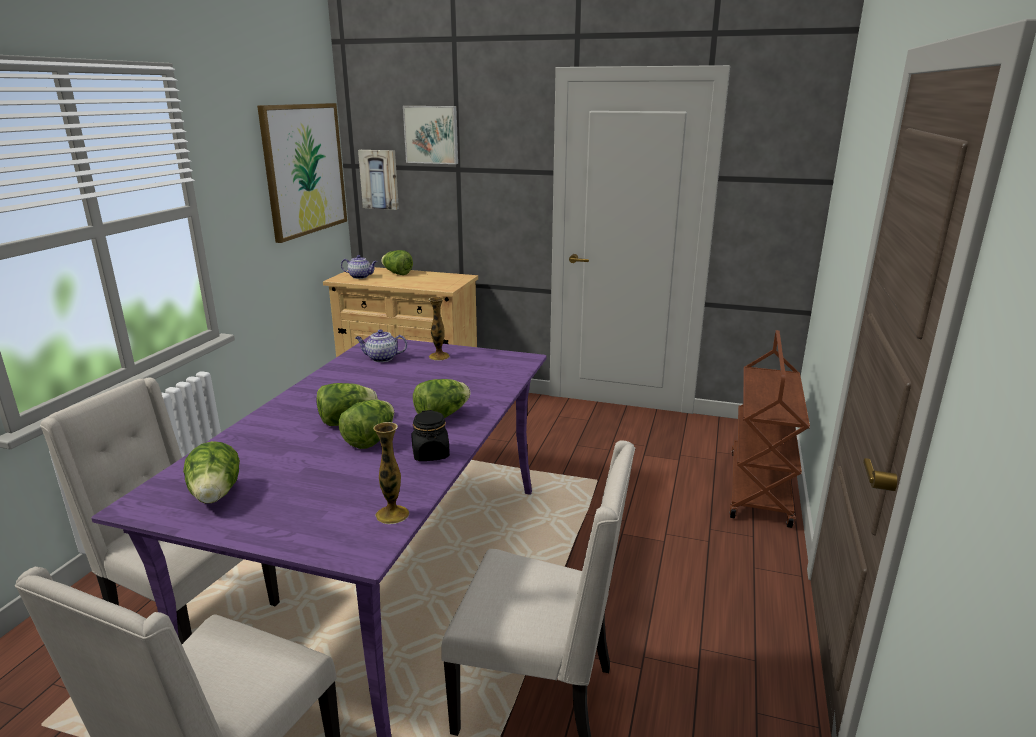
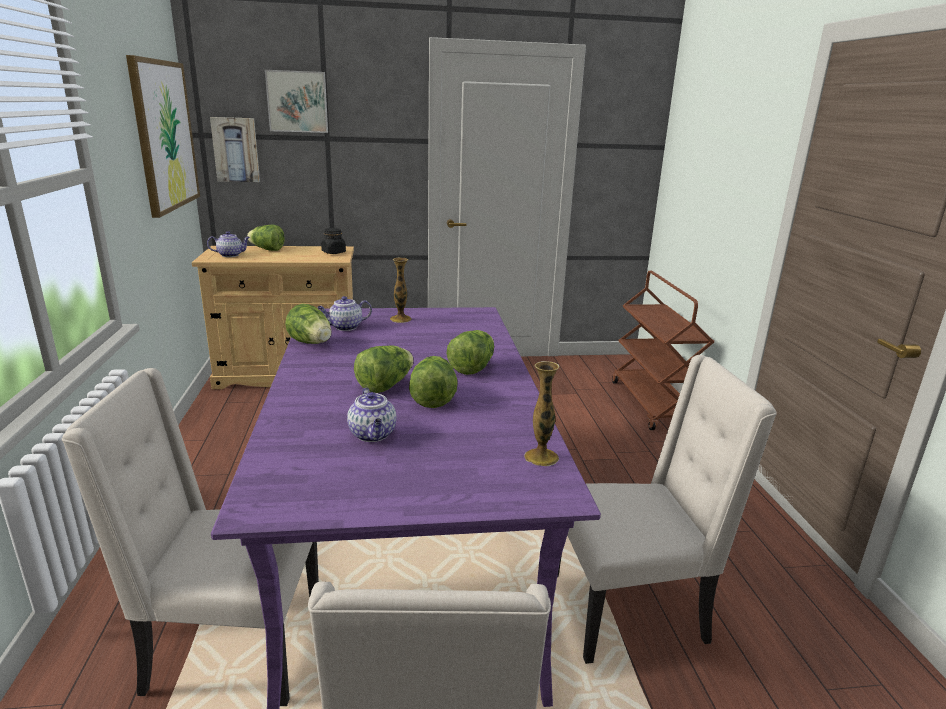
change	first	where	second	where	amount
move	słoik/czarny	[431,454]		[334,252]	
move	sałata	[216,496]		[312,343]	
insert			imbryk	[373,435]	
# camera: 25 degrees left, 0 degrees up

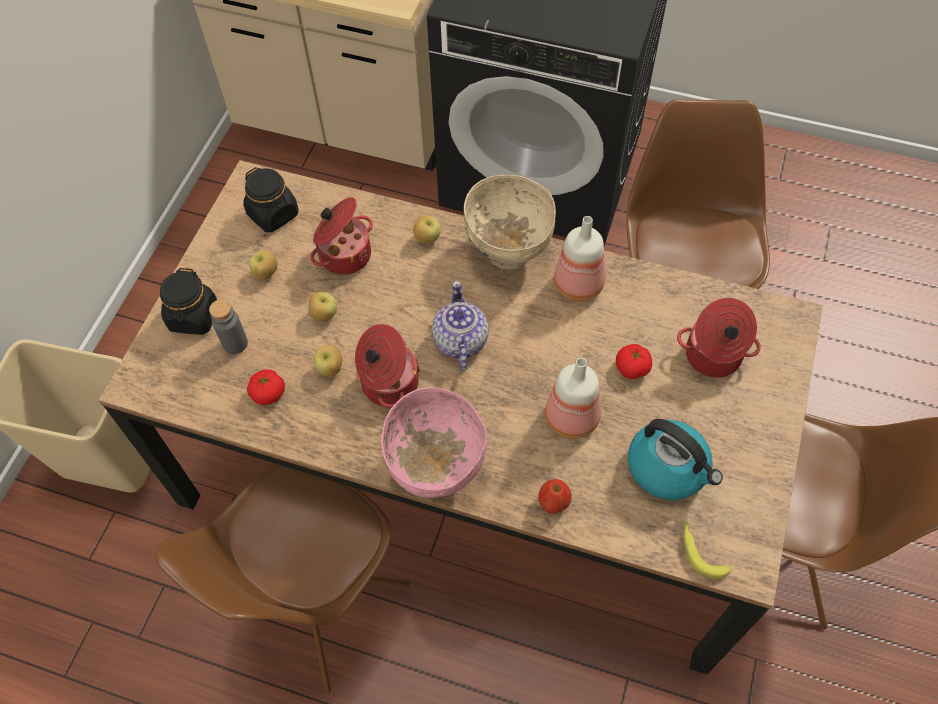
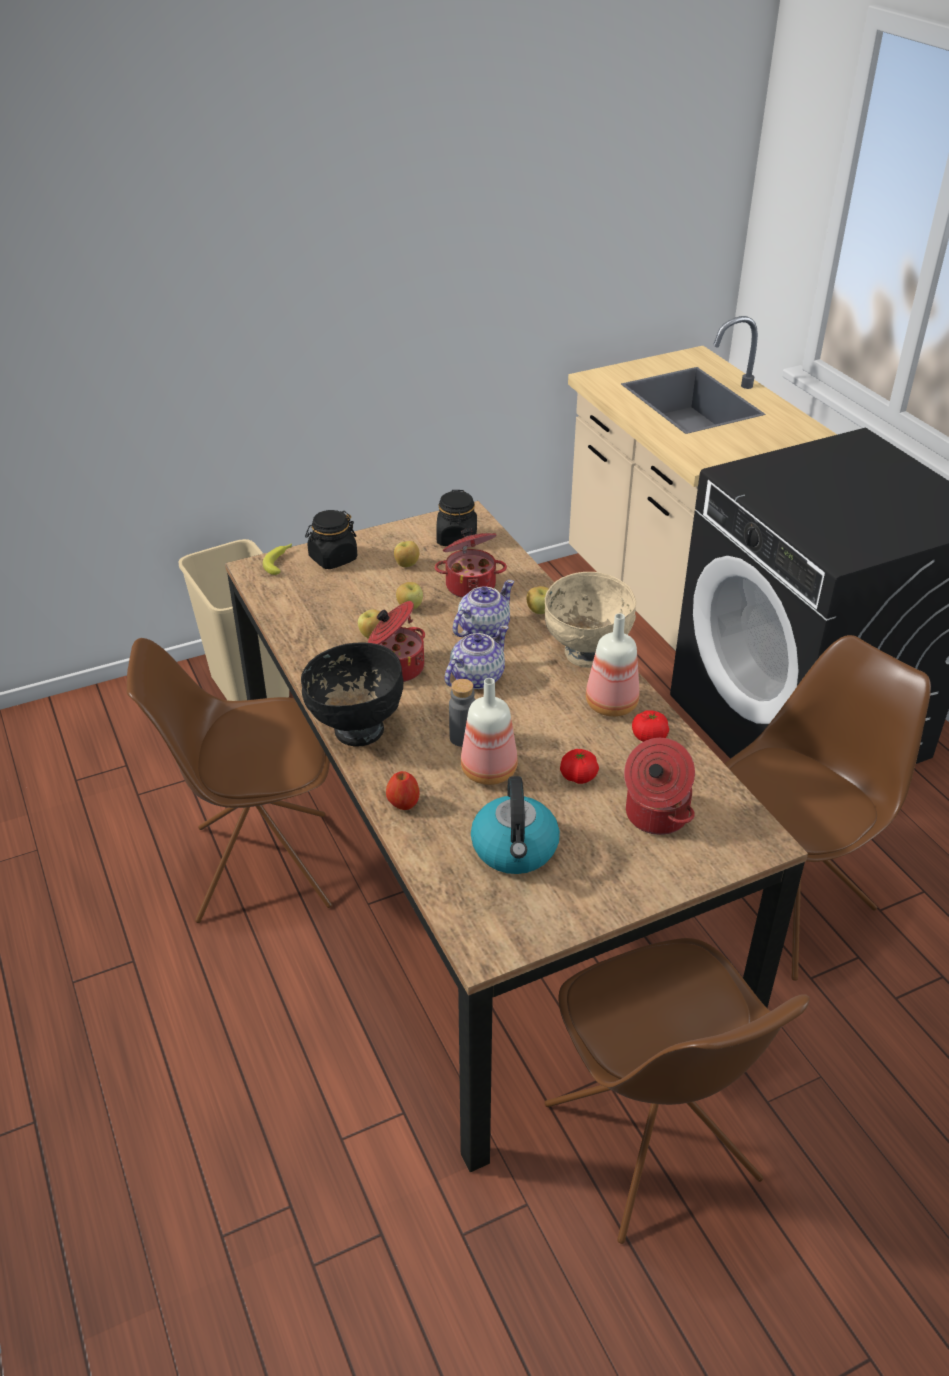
change	first	where	second	where	amount
move	butelka/szary	[235,343]		[462,738]	
move	pomidor	[268,393]		[649,737]	
recolor	miska/różowy	[436,469]	miska/czarny	[357,730]	
move	banan	[700,551]		[280,562]	
insert			imbryk	[482,629]	
# camera: 45 degrees right, 20 degrees down

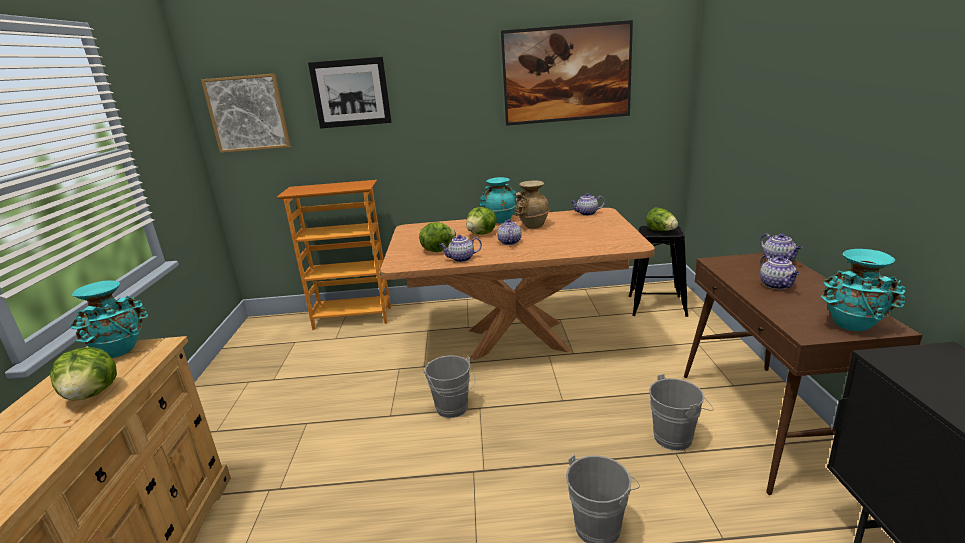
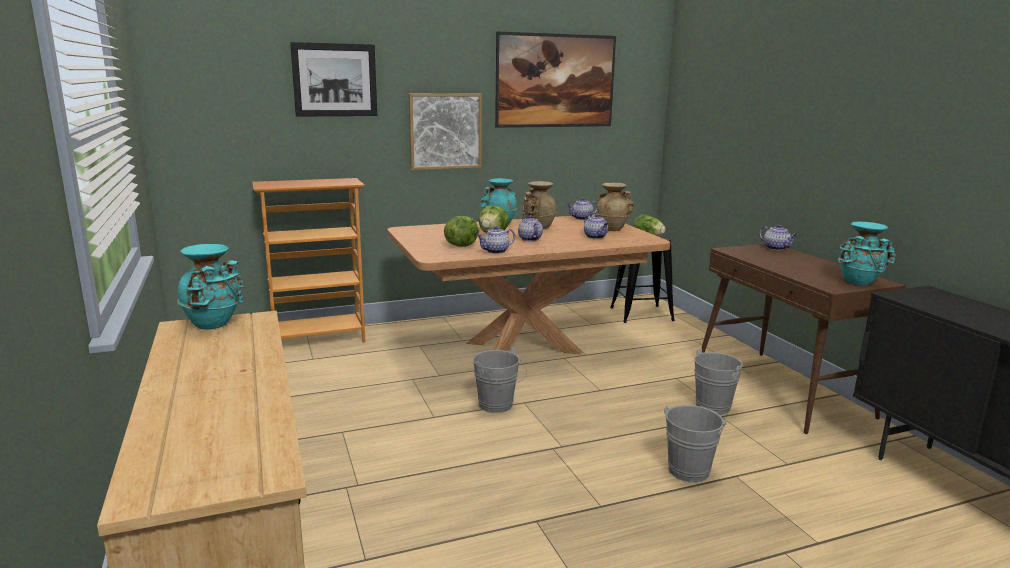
change	first	where	second	where	amount
move	obraz	[248,113]		[445,131]	
move	imbryk	[777,285]		[595,237]	
delete	sałata	[93,394]			
insert			wazon/beżowy	[612,229]	
# camera: 20 degrees left, 5 degrees down

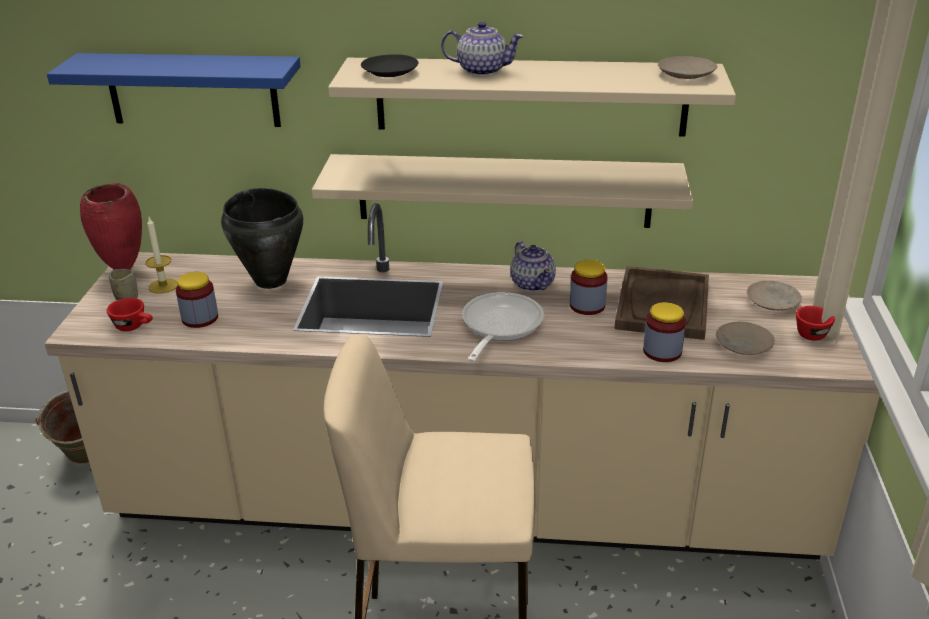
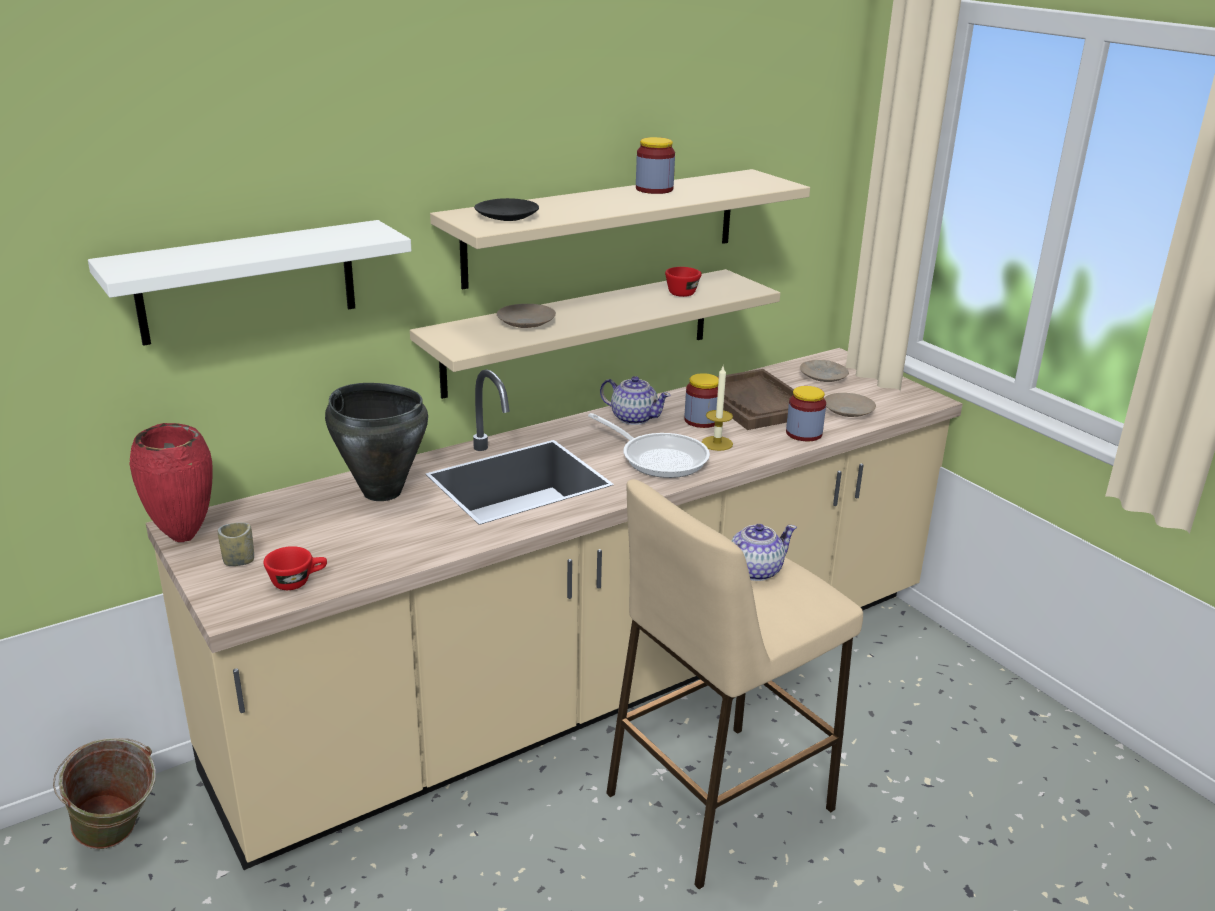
change	first	where	second	where	amount
move	imbryk	[481,70]		[754,571]	
recolor	półka/niebieski	[193,90]	półka/biały	[247,282]	
move	talerz/beżowy	[686,74]		[526,322]	
move	świeca	[163,286]		[717,443]	
move	słoik	[200,318]		[654,189]	
rotate	patelnia	[499,327]		[659,458]	150 degrees clockwise
move	filiżanka/czerwony	[816,334]		[684,292]	
# camera: 40 degrees left, 5 degrees down

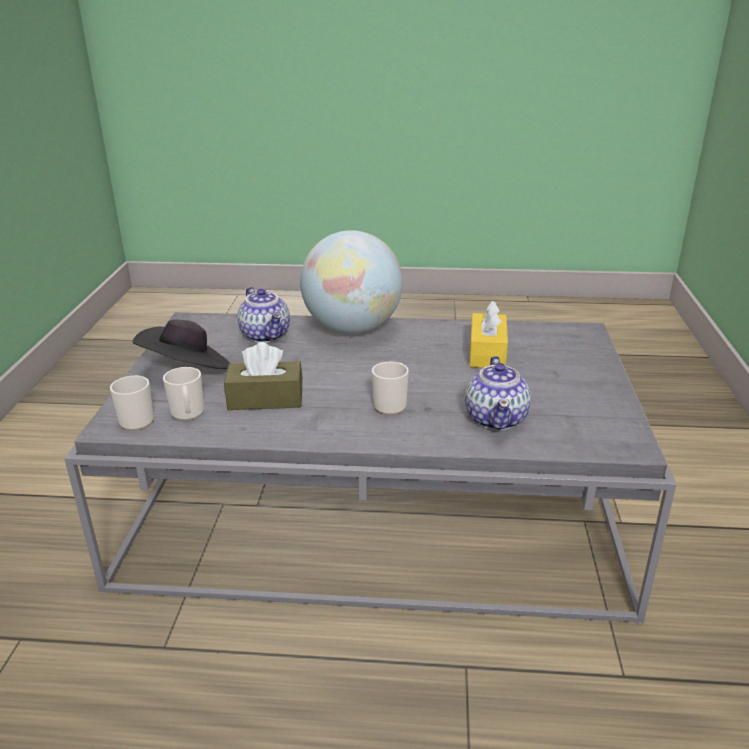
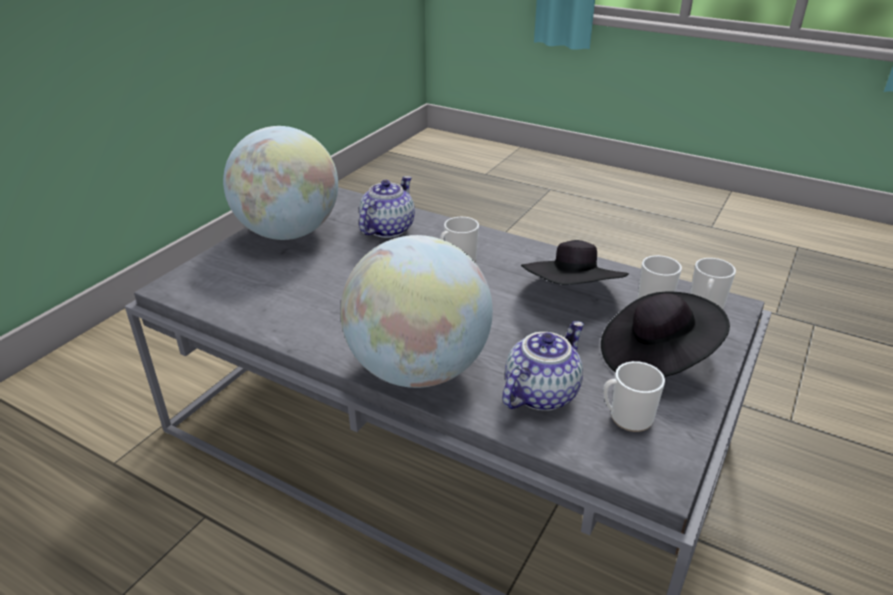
change	first	where	second	where	amount
rotate	imbryk	[267,335]		[540,393]	45 degrees clockwise
delete	pudełko chusteczek/żółty	[487,353]			
replace	pudełko chusteczek/brązowy	[265,399]	kapelusz/czarny	[572,295]	
insert			globus	[288,233]	
insert			kubek	[626,417]	
# camera: 155 degrees left, 5 degrees up

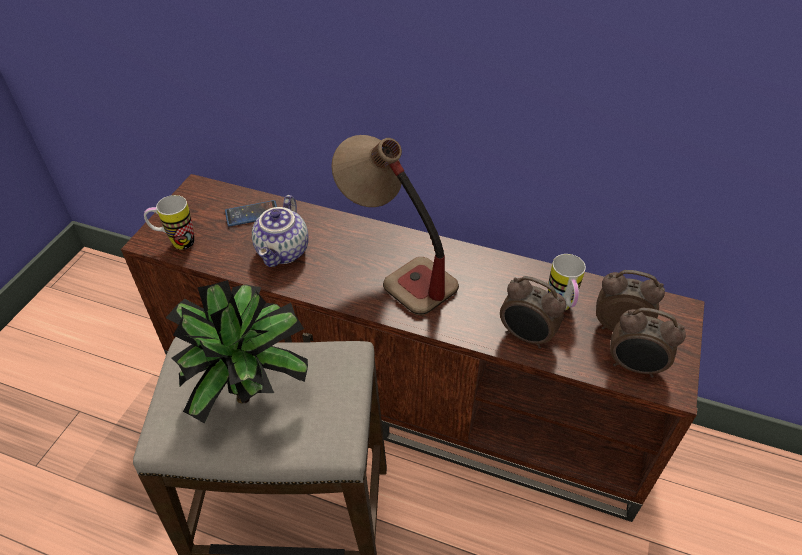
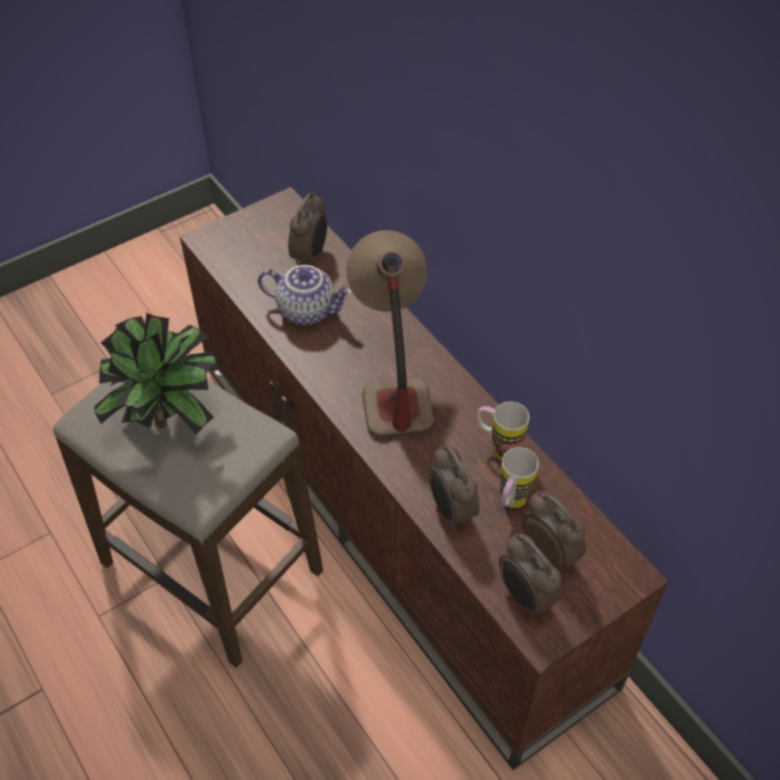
change	first	where	second	where	amount
move	kubek	[176,243]		[498,448]	
rotate	imbryk	[284,252]		[307,310]	120 degrees counterclockwise
replace	telefon	[252,214]	budzik	[310,256]	
# camera: 35 degrees right, 5 degrees up

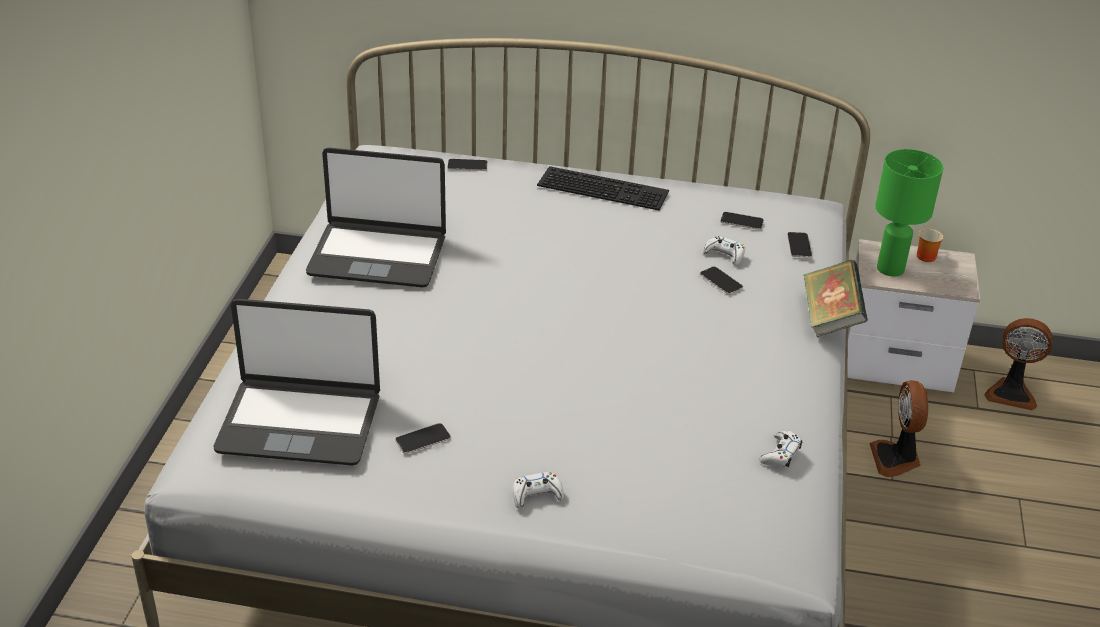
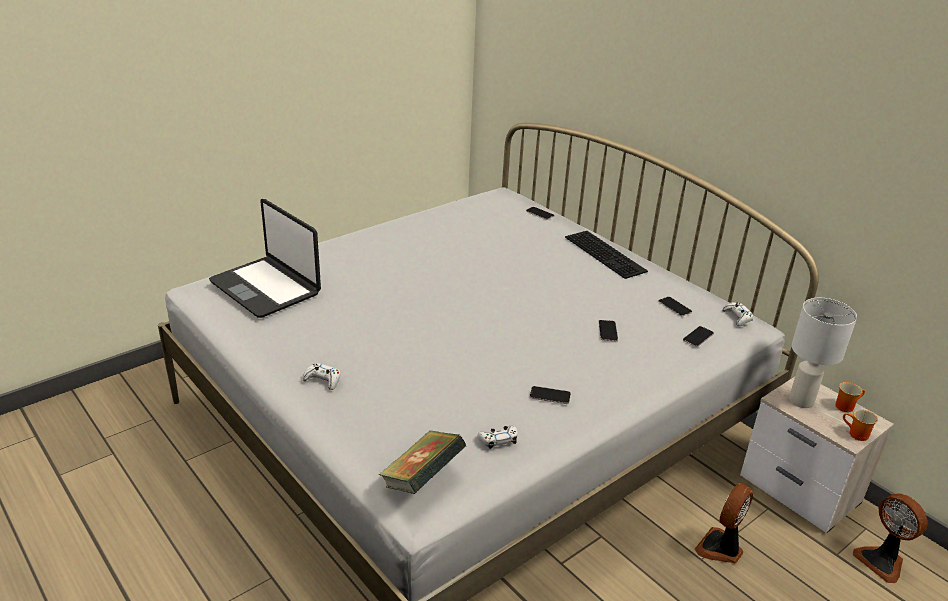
change	first	where	second	where	amount
delete	laptop	[378,255]			
recolor	lampa stołowa/zielony	[890,269]	lampa stołowa/biały	[801,401]	
move	pad do gier/biały	[724,255]		[737,317]	
move	książka	[830,318]		[422,479]	
move	telefon	[423,439]		[550,395]	
insert			kubek	[856,435]	
# camera: 40 degrees right, 5 degrees down

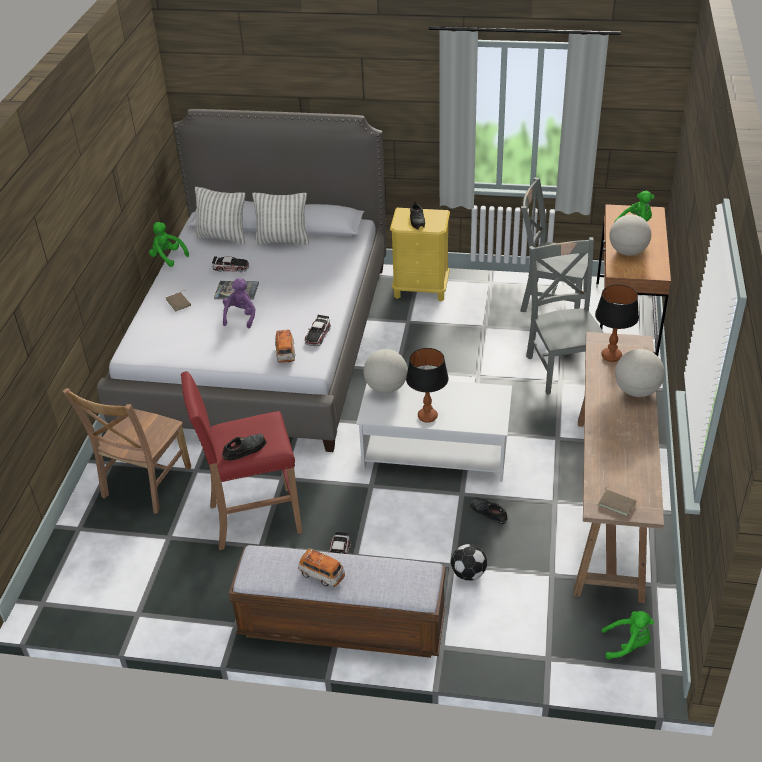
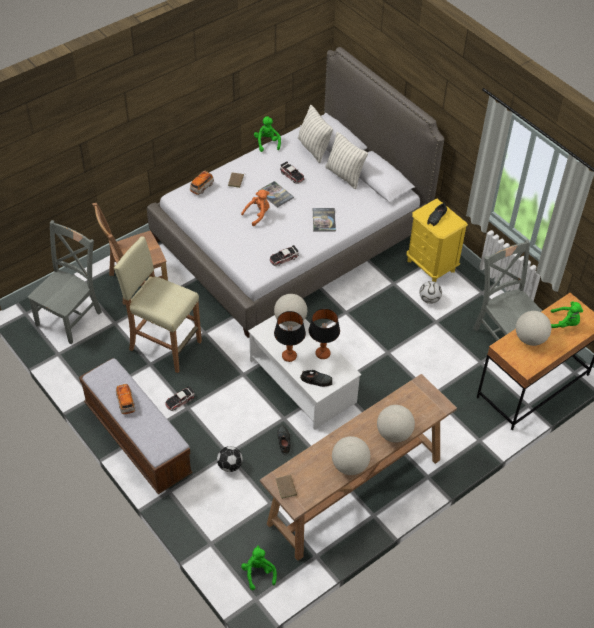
change	first	where	second	where	amount
move	krzesło/szary	[562,368]		[71,317]	
recolor	pluszak/fioletowy	[240,316]	pluszak/pomarańczowy	[258,214]	
move	lampa stołowa	[611,356]		[323,354]	
move	samochodzik	[285,354]		[202,187]	
recolor	stołek/czerwony	[254,518]	stołek/beżowy	[164,345]	
move	but/czarny	[245,449]		[316,380]	
rotate	pluszak/zielony	[627,644]		[258,573]	150 degrees counterclockwise
insert			książka	[324,220]	
insert			piłka futbolowa	[429,299]	
insert			globus	[350,465]	
# camera: 40 degrees right, 10 degrees up

